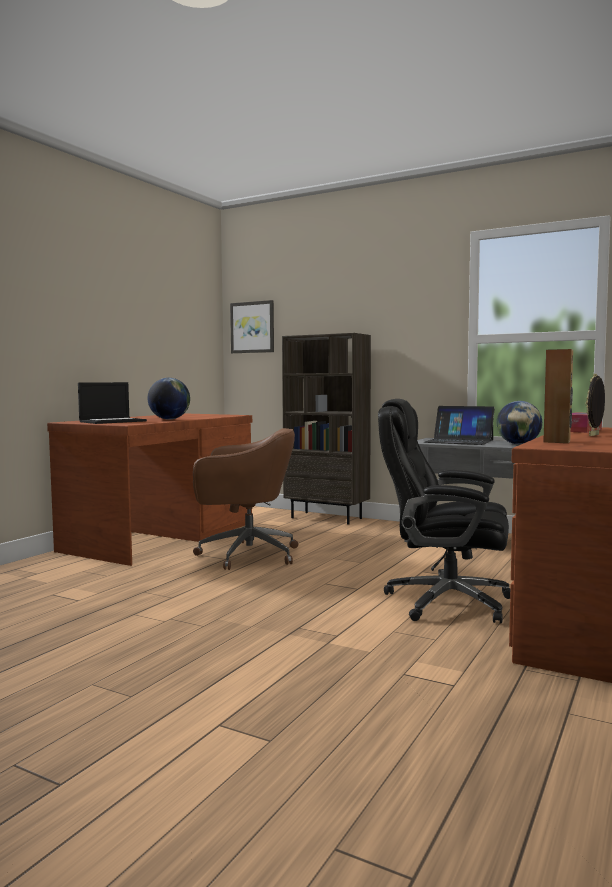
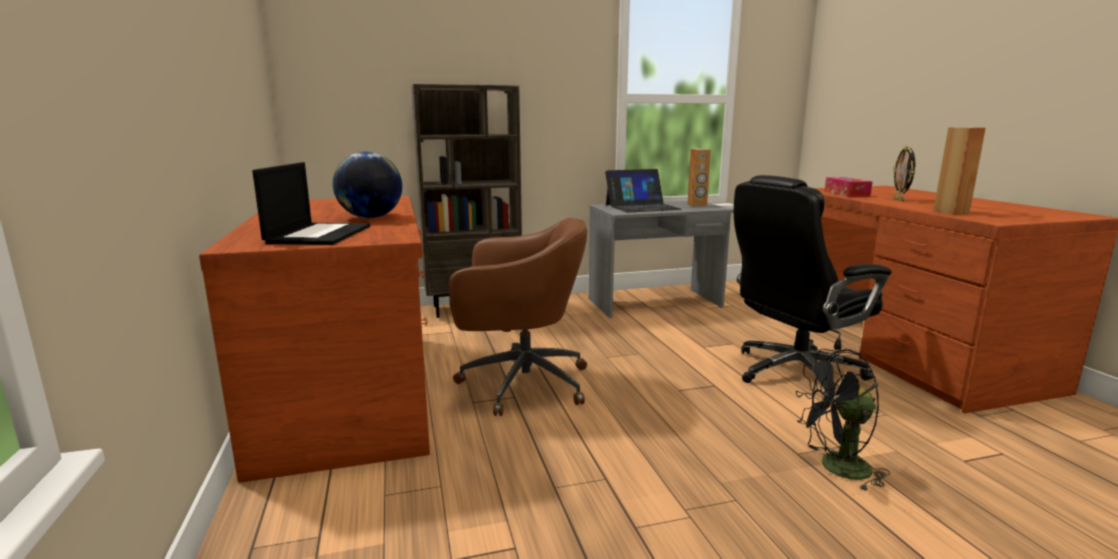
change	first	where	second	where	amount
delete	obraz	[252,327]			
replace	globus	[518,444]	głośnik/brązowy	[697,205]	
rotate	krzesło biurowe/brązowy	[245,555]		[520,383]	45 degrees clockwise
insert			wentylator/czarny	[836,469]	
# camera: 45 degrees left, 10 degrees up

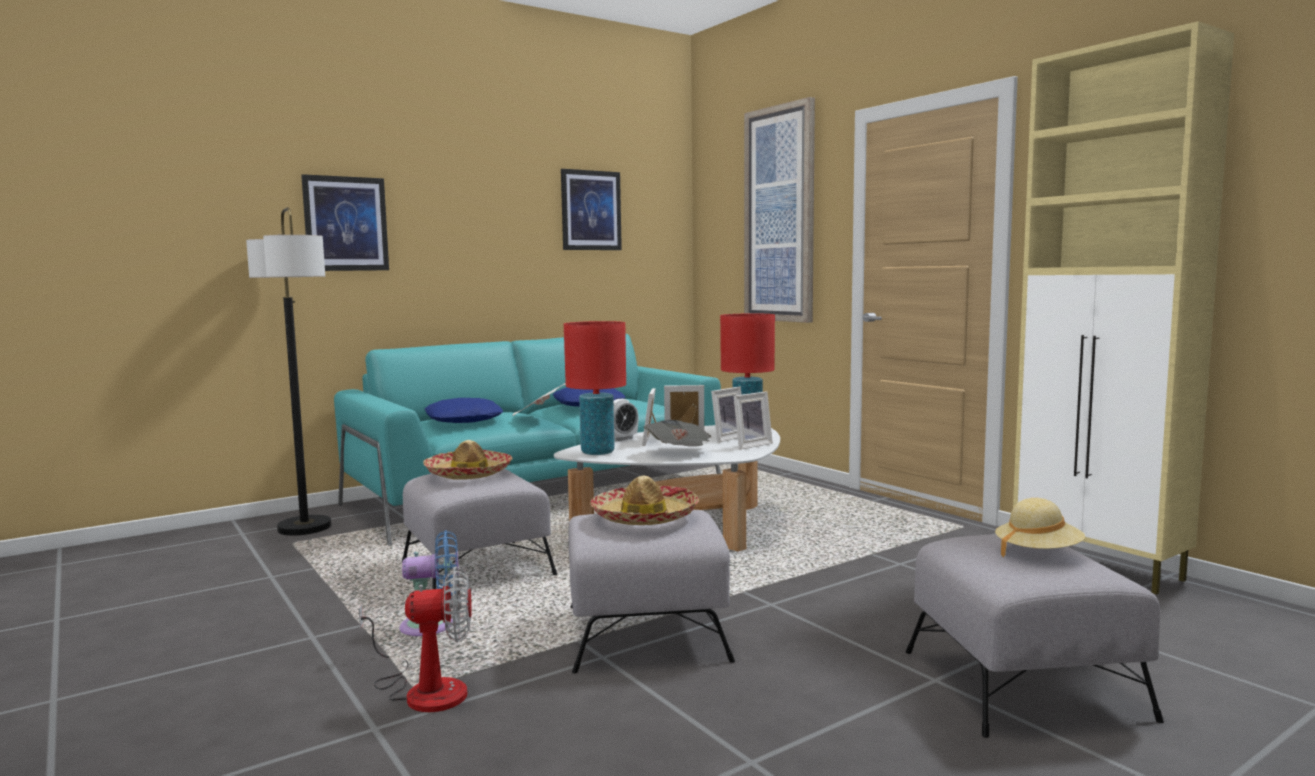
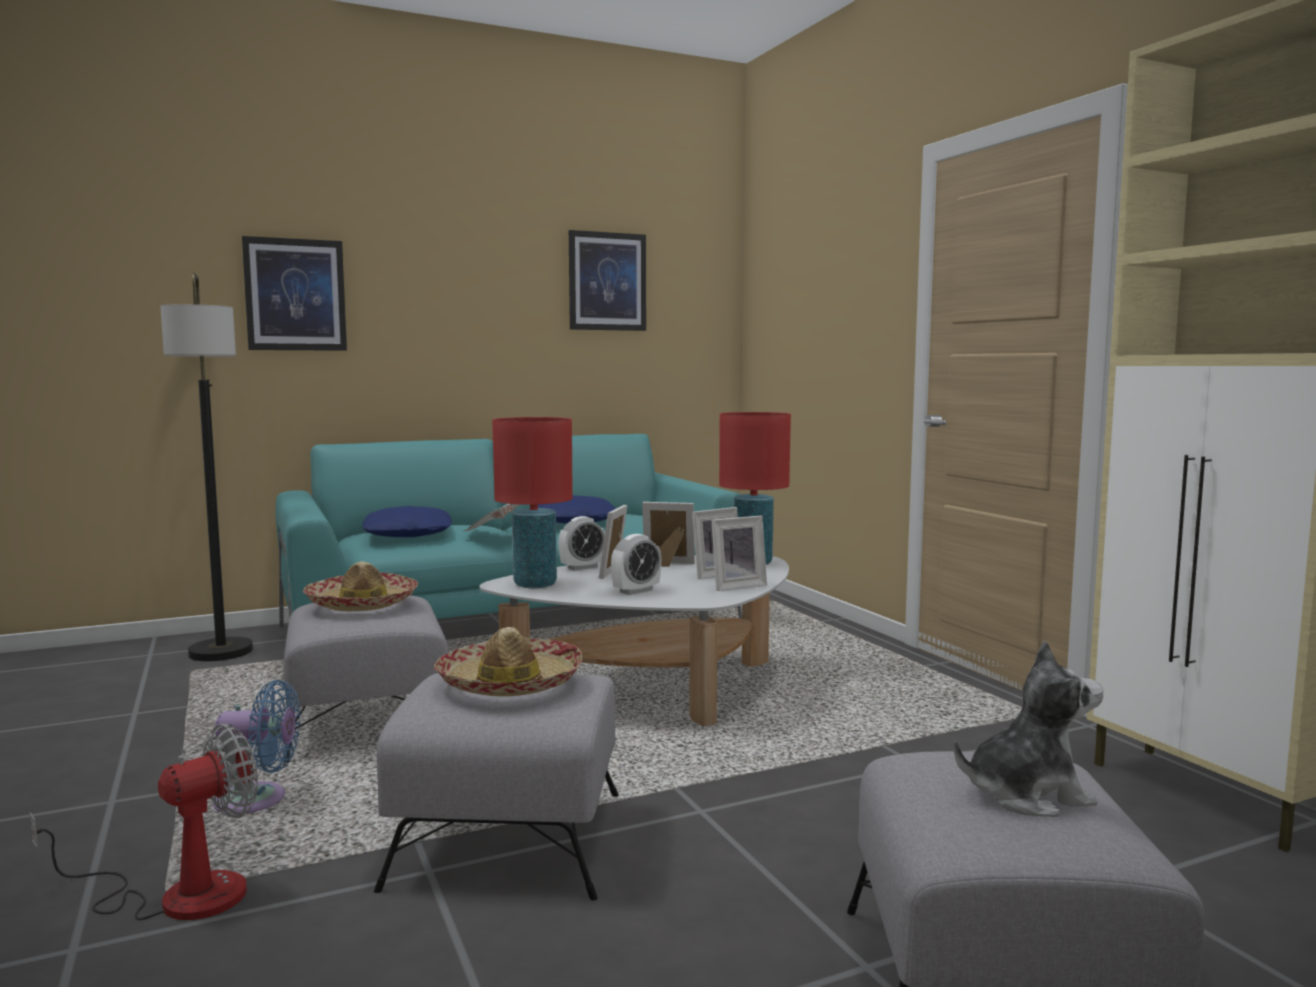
change	first	where	second	where	amount
delete	obraz	[780,215]			
replace	gazeta	[680,452]	budzik	[636,591]	
replace	kapelusz/beżowy	[1038,553]	pluszak	[1026,795]	
rotate	wentylator	[424,689]		[177,895]	45 degrees counterclockwise
# camera: 10 degrees right, 0 degrees up

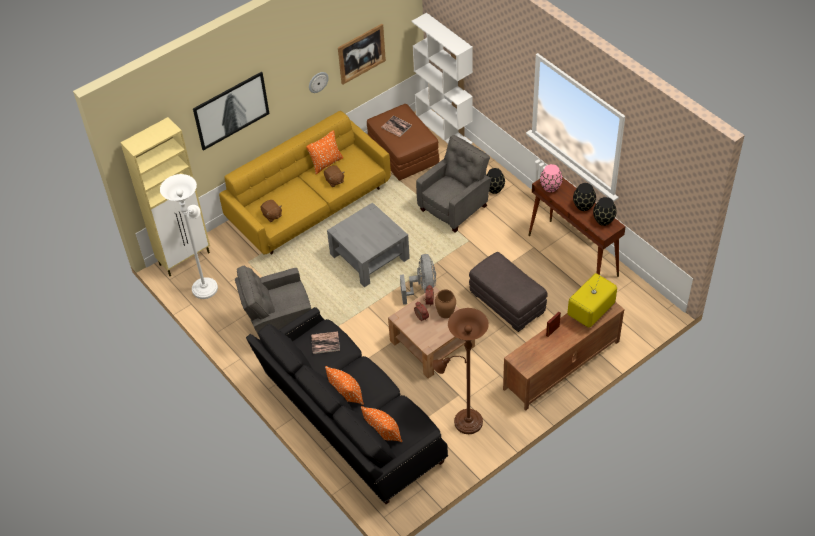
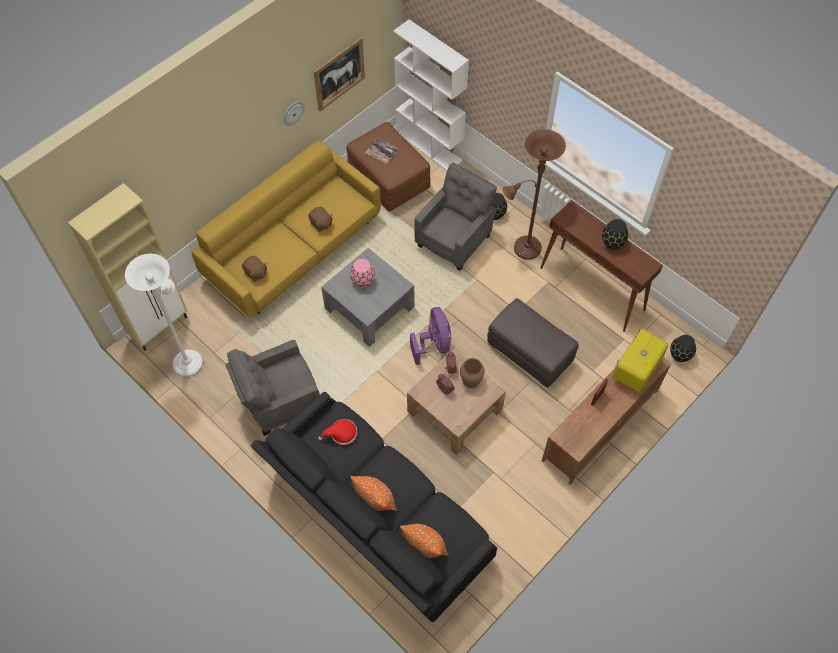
change	first	where	second	where	amount
delete	obraz	[231,110]			
delete	poduszka/pomarańczowy	[326,163]			
move	wazon/różowy	[550,187]		[363,281]	
move	wazon/czarny	[604,220]		[680,355]	
recolor	wentylator/szary	[422,289]	wentylator/fioletowy	[434,344]	
move	lampa stojąca/brązowy	[464,422]		[523,248]	
replace	książka	[325,342]	kapelusz/czerwony	[341,434]	
# camera: 10 degrees left, 10 degrees up

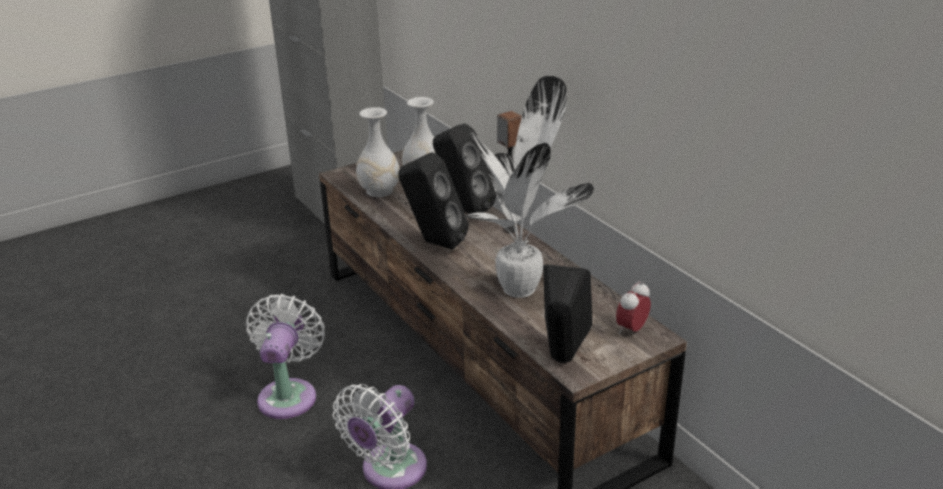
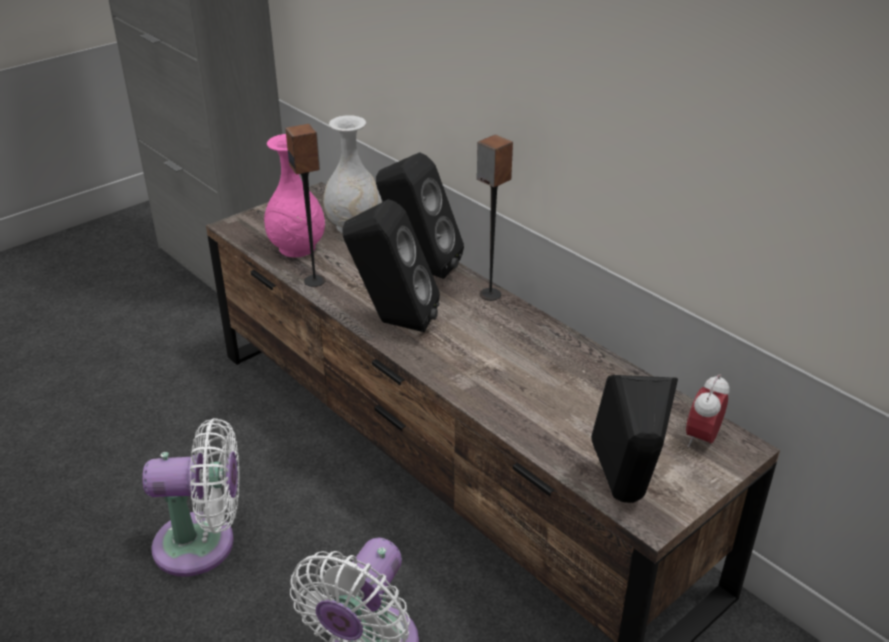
change	first	where	second	where	amount
delete	roślina doniczkowa	[521,287]			
recolor	wazon/biały	[379,191]	wazon/różowy	[296,248]	
rotate	wentylator/biały	[289,394]		[203,544]	90 degrees clockwise
insert			głośnik	[315,281]	
# camera: 10 degrees left, 5 degrees up

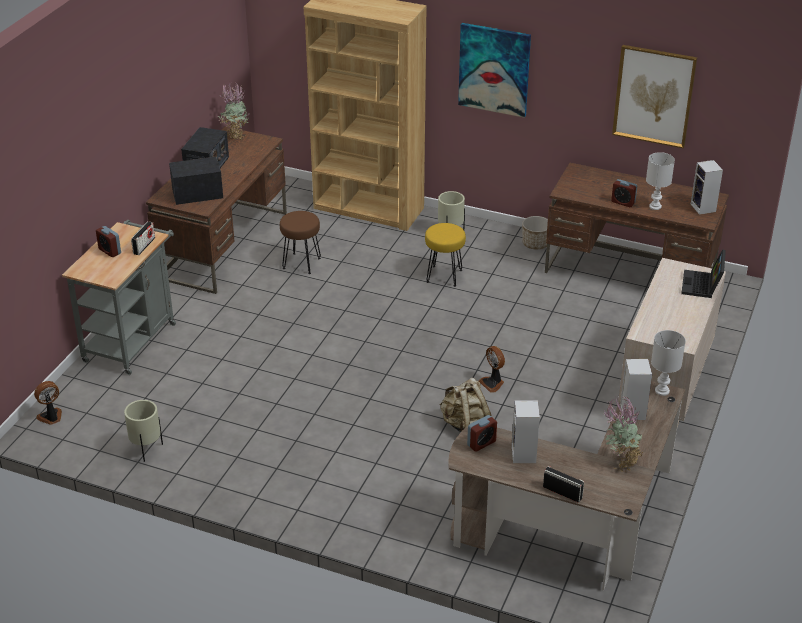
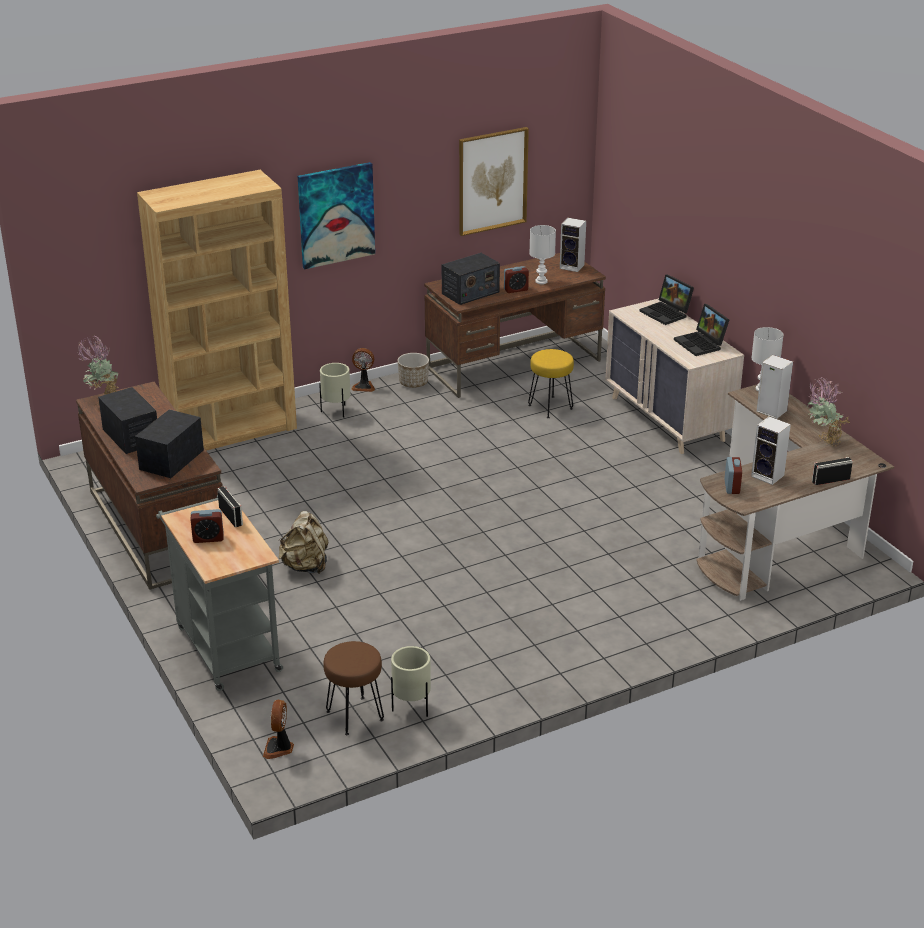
change	first	where	second	where	amount
move	stołek/brązowy	[301,263]		[355,716]	
move	stołek/żółty	[443,276]		[550,407]	
move	wentylator	[492,383]		[364,386]	
move	plecak/beżowy	[464,423]		[305,566]	
insert			radio	[470,293]	
insert			laptop	[701,344]	
# camera: 50 degrees left, 5 degrees down

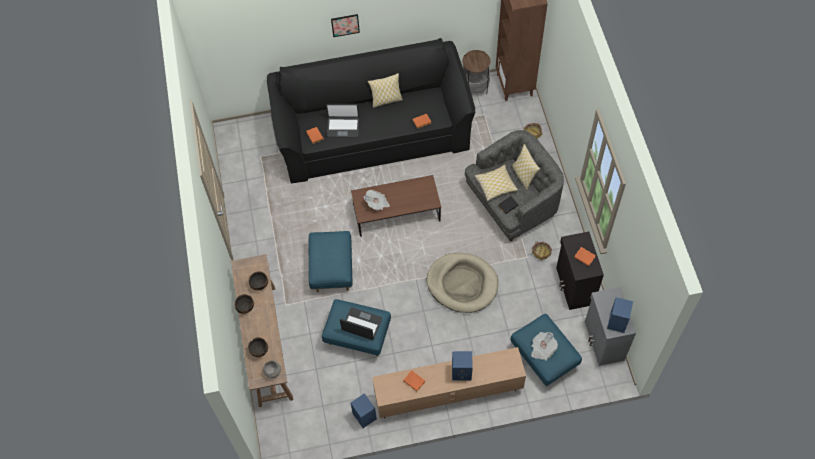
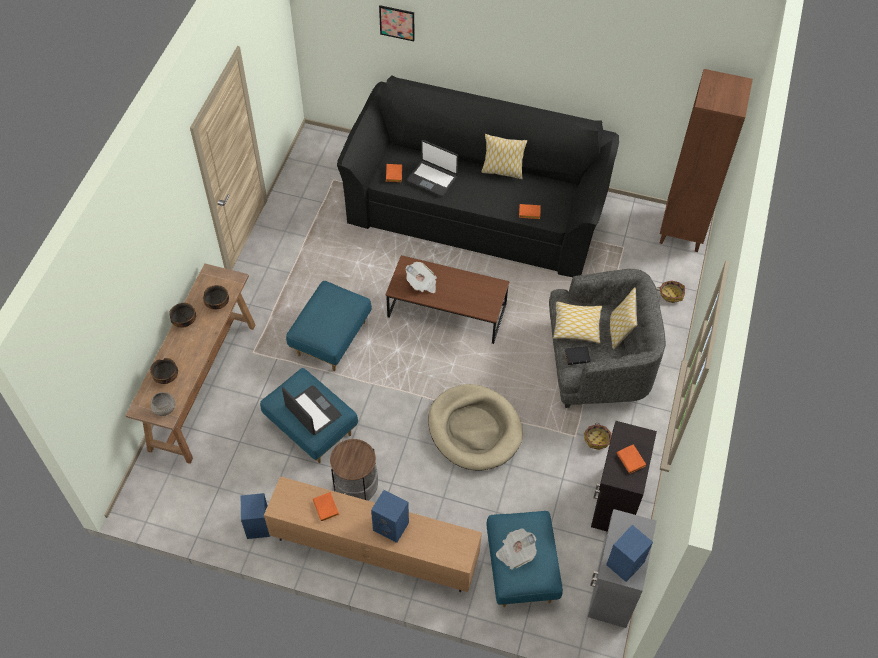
change	first	where	second	where	amount
move	obraz	[345,25]		[397,23]	
move	stolik	[474,88]		[356,491]	
# camera: 25 degrees right, 5 degrees down

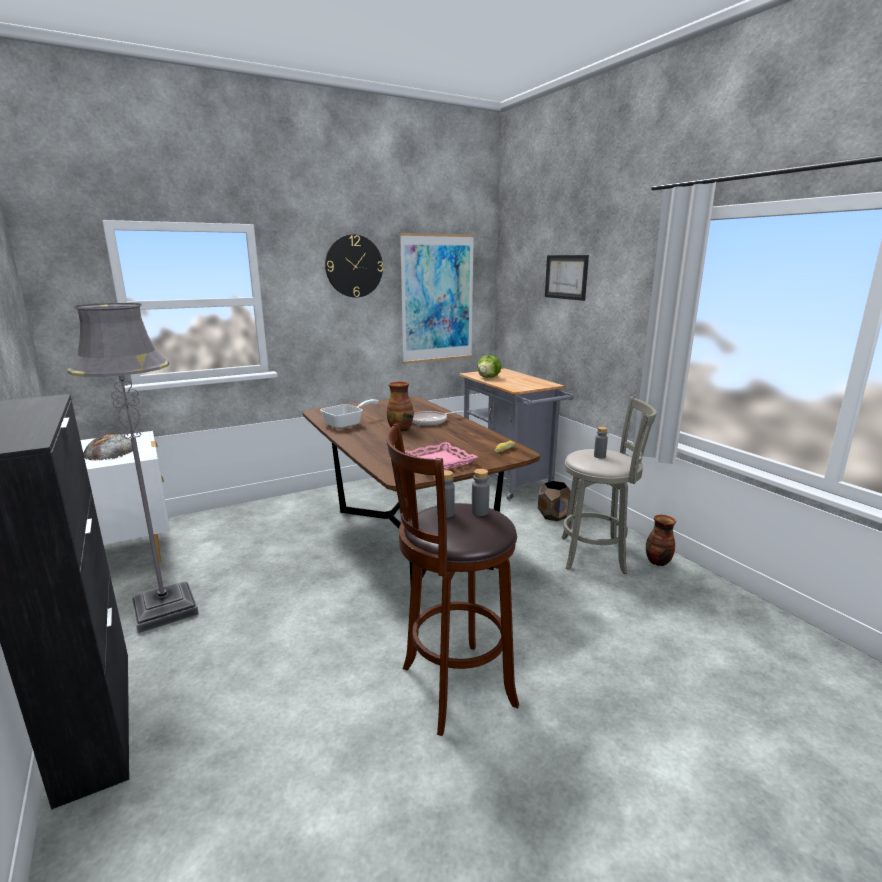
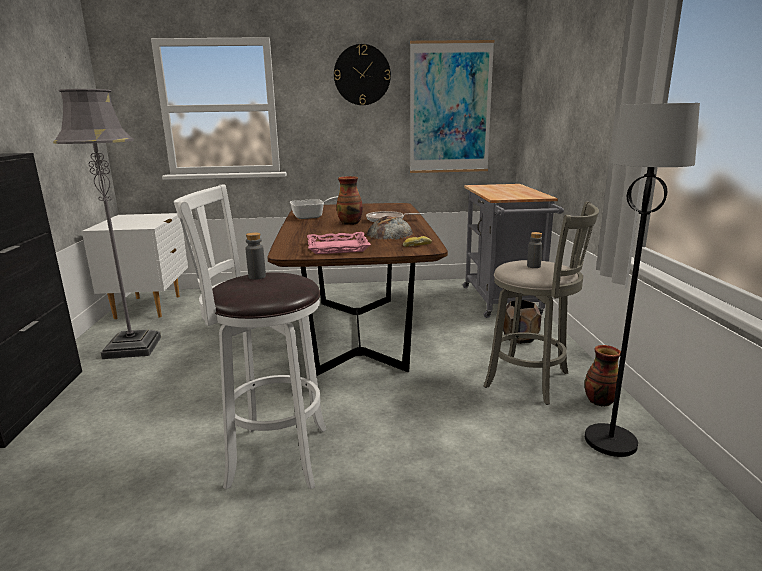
change	first	where	second	where	amount
delete	obraz	[566,277]			
delete	sałata	[488,377]			
recolor	stołek/brązowy	[452,688]	stołek/biały	[272,456]	
move	chleb	[109,451]		[389,233]	
delete	butelka/szary	[480,512]			
insert			lampa stojąca/czarny	[609,441]	
# camera: 25 degrees right, 0 degrees up

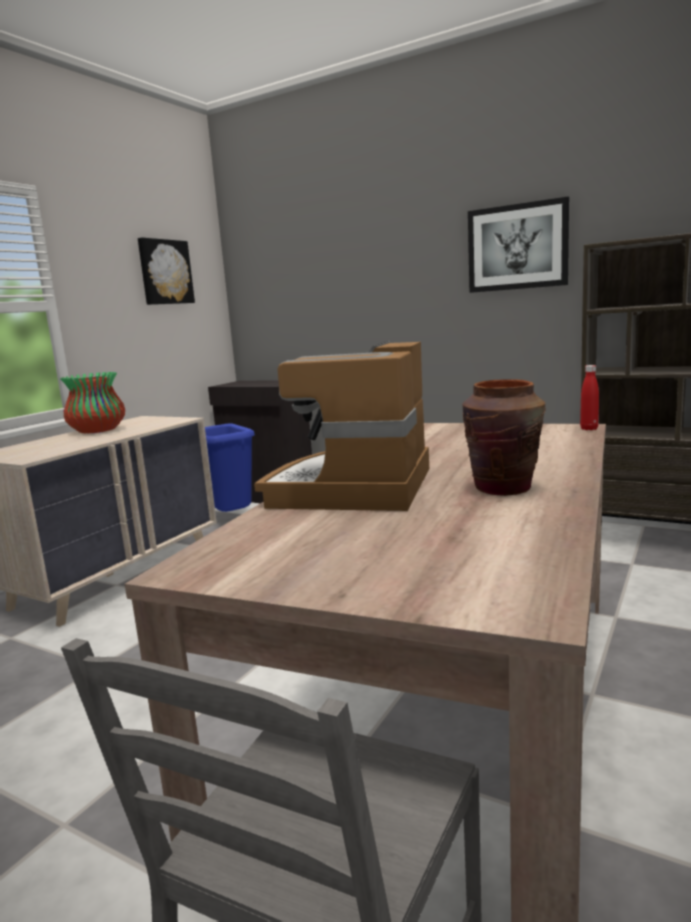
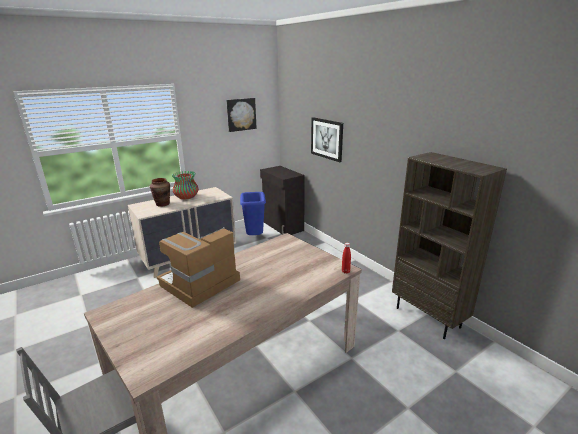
change	first	where	second	where	amount
move	obraz	[517,247]		[327,139]	
move	wazon/brązowy	[503,488]		[162,204]	
# camera: 25 degrees right, 10 degrees up

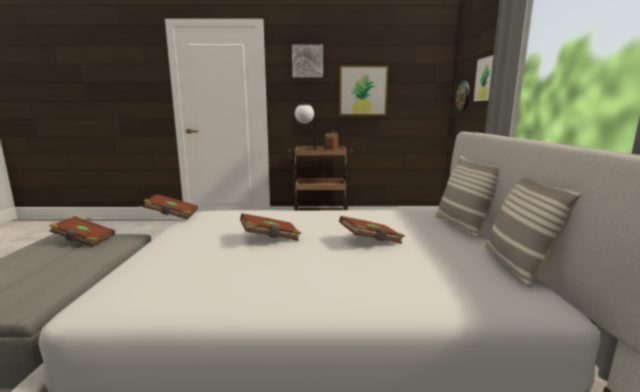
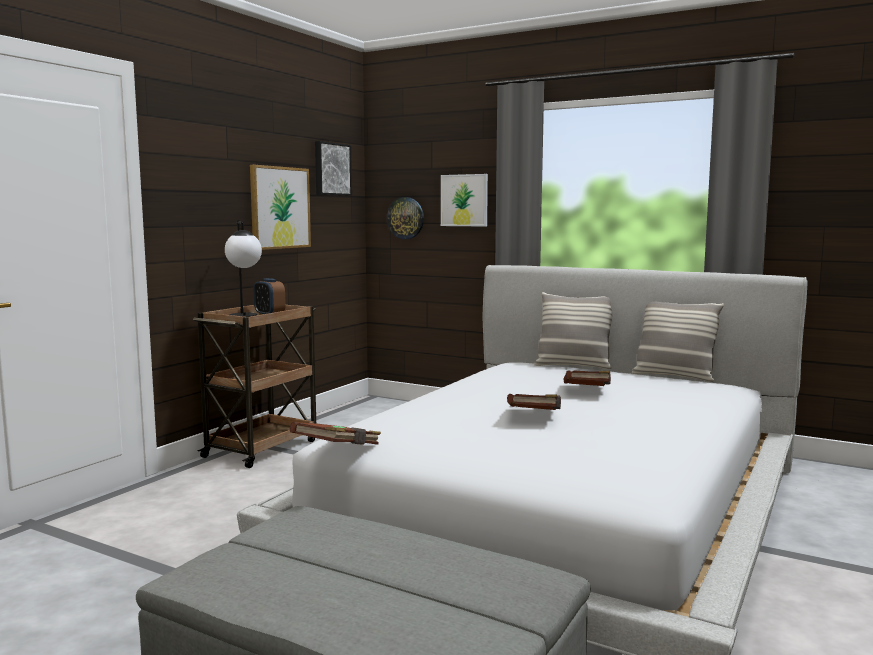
change	first	where	second	where	amount
move	obraz	[307,61]		[331,169]	
delete	książka/brązowy	[84,240]			
# camera: 60 degrees left, 5 degrees down

